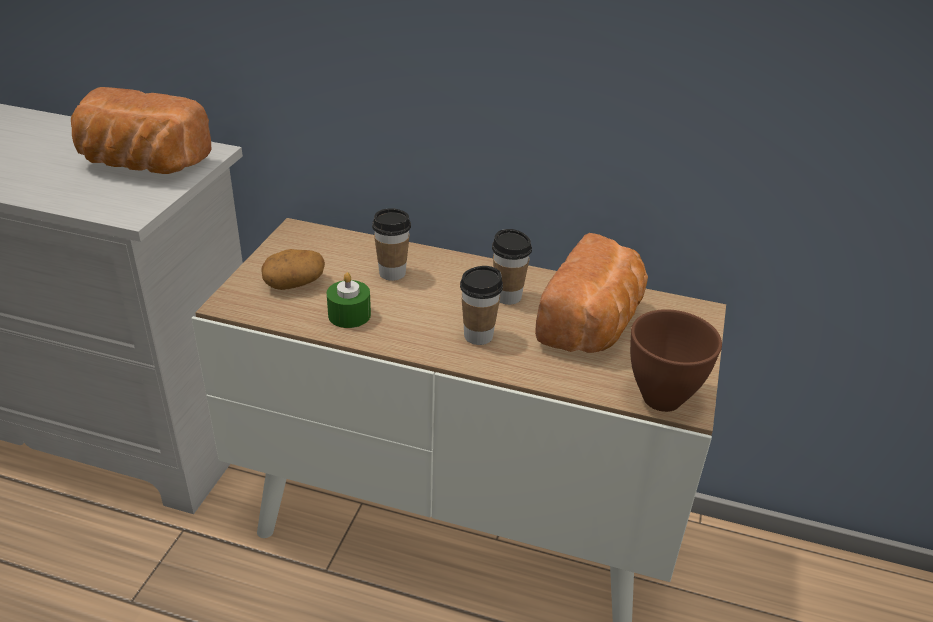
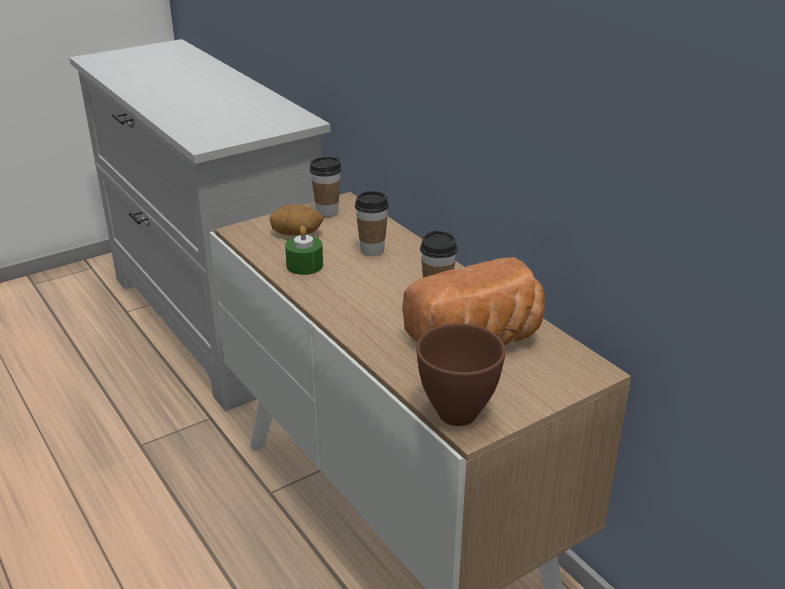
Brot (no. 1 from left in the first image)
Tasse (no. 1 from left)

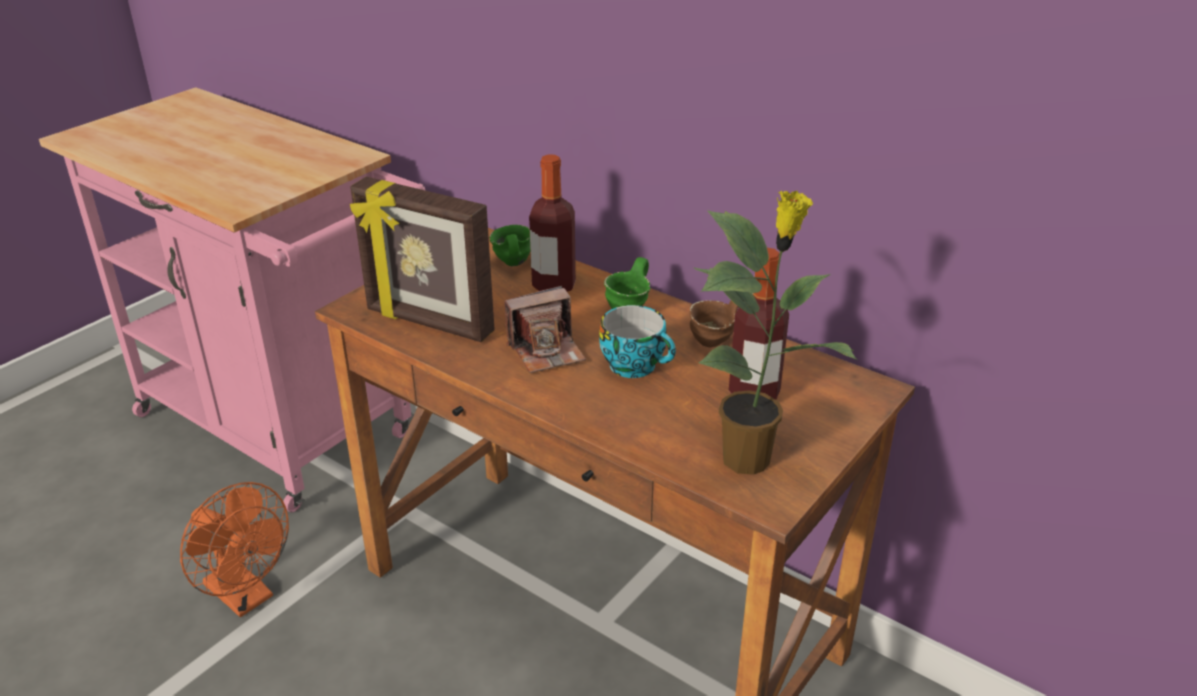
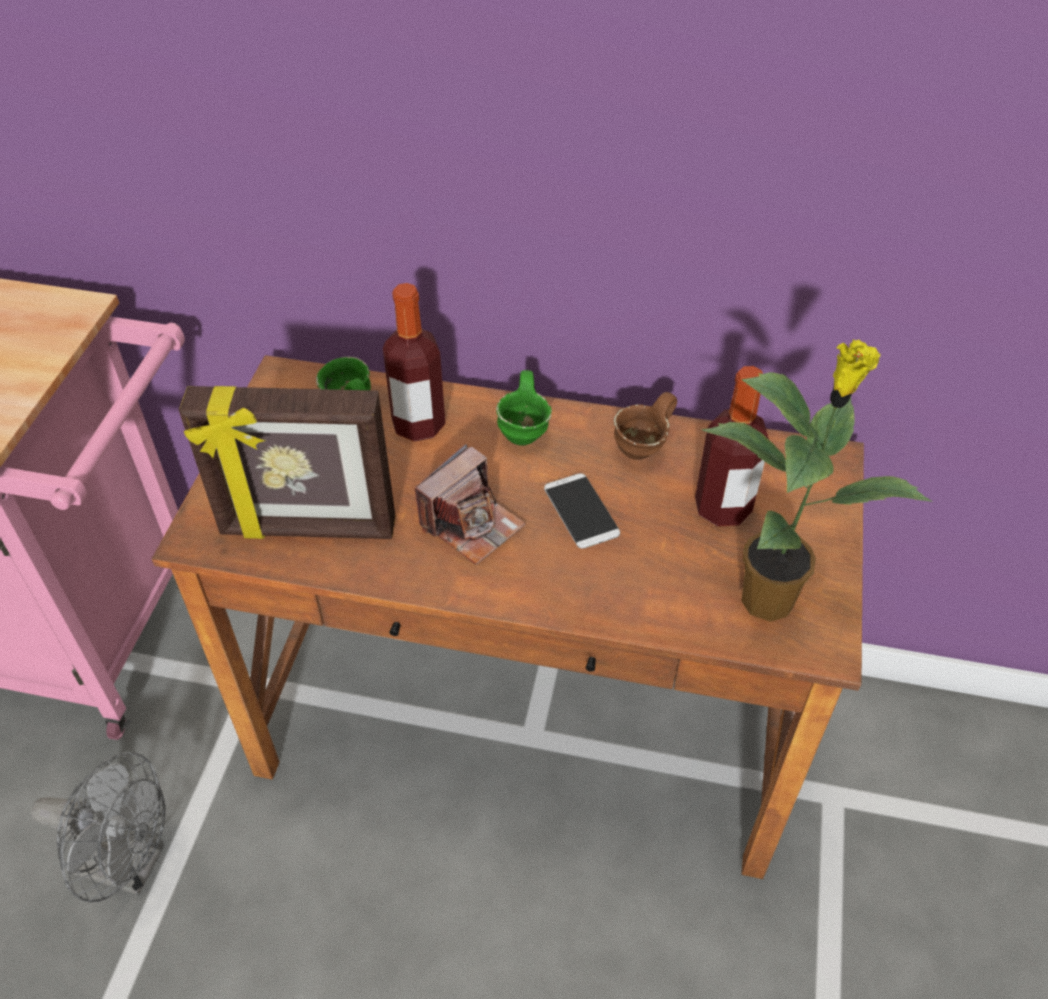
Handy
Ventilator (grau)

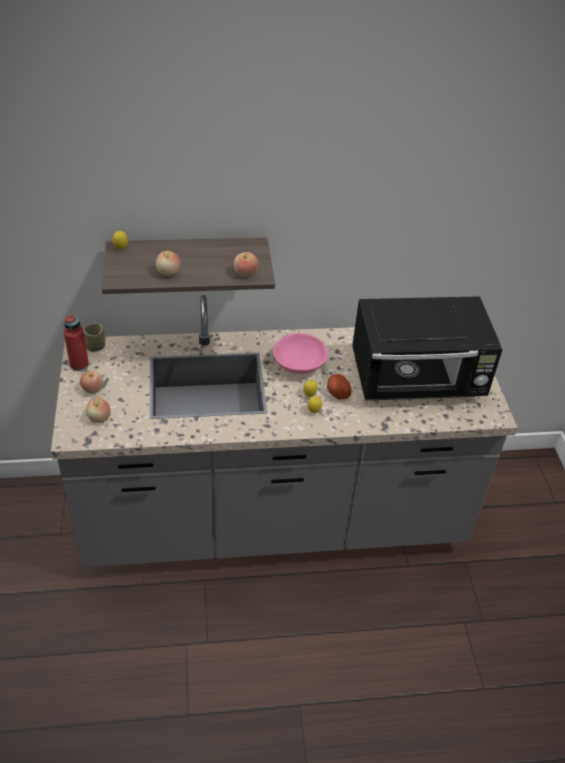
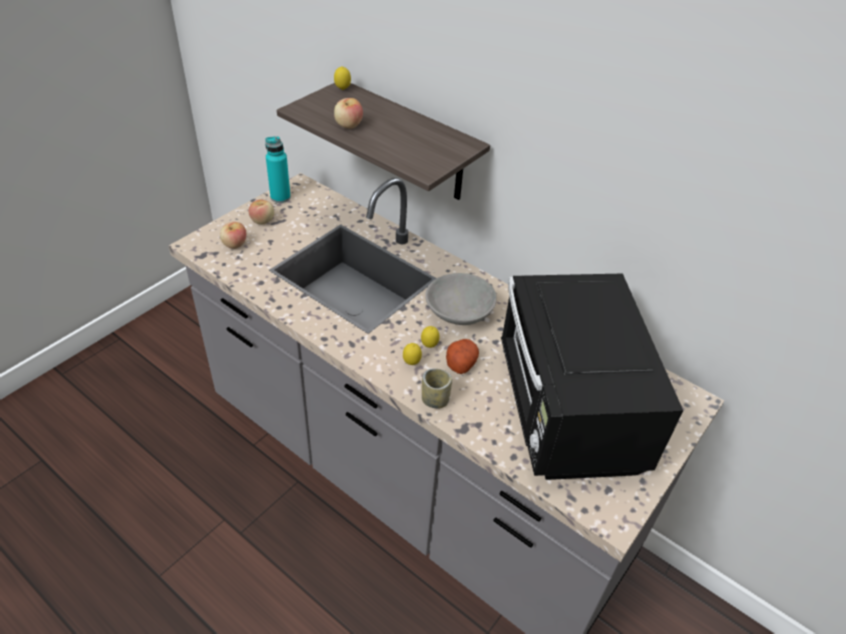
Apfel (no. 4 from left in the first image)
Tasse
Flasche (türkis)
Schüssel (grau)
Mikrowelle (schwarz)

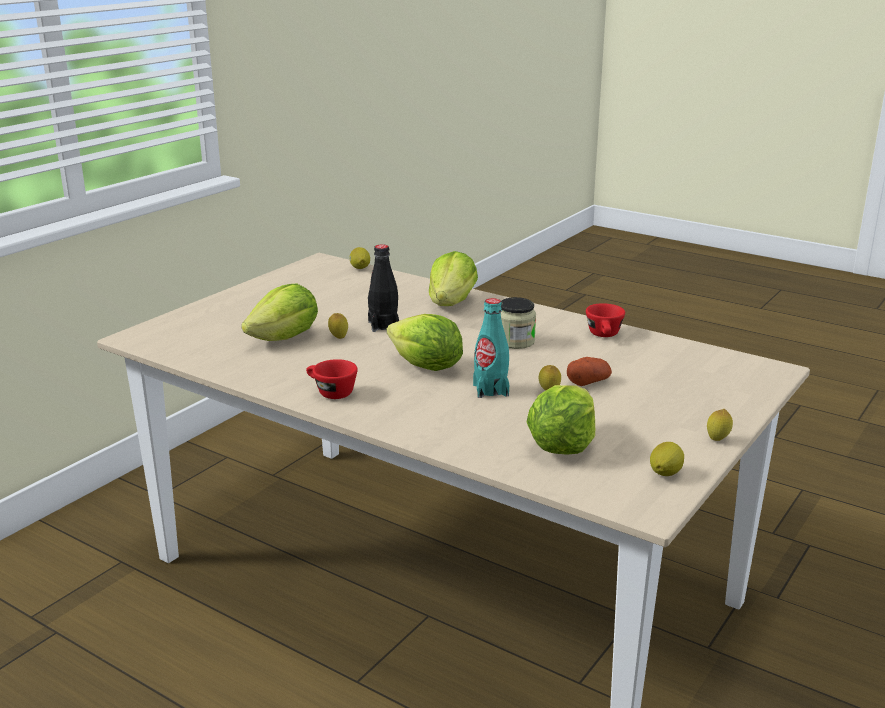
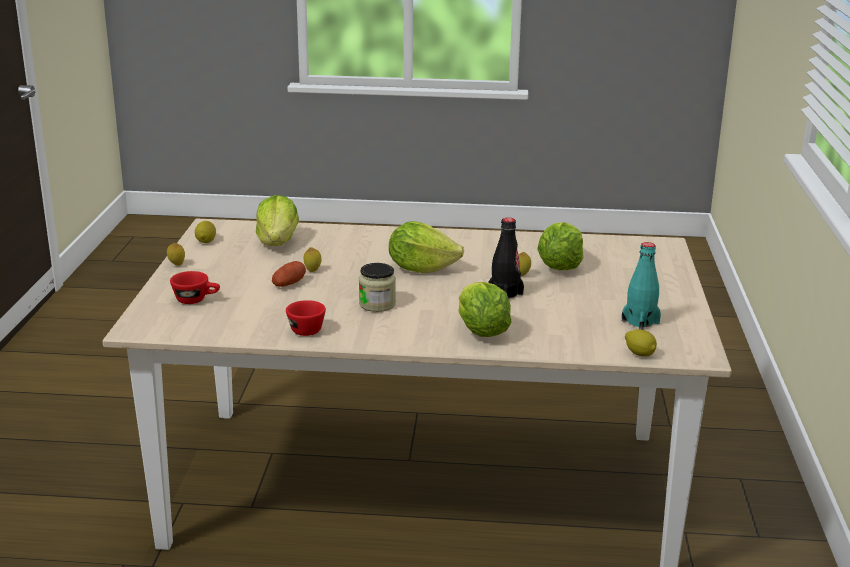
Tasse (rot) (no. 1 from left)
Flasche (türkis)

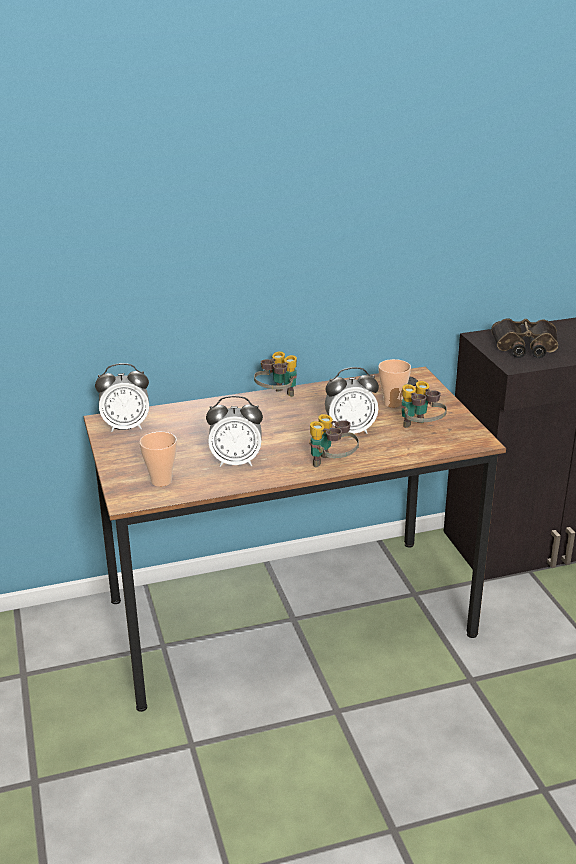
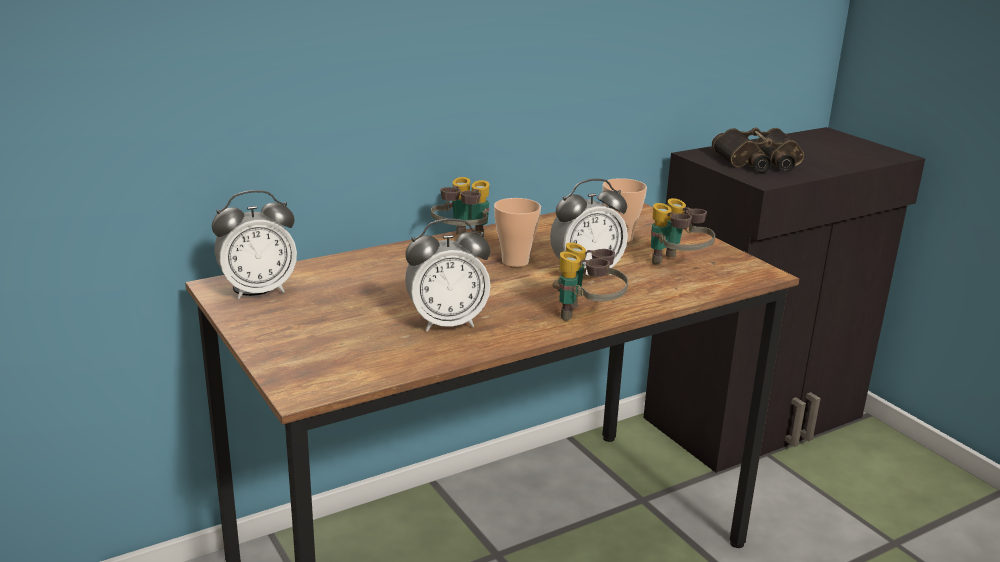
Tasse (no. 1 from left)

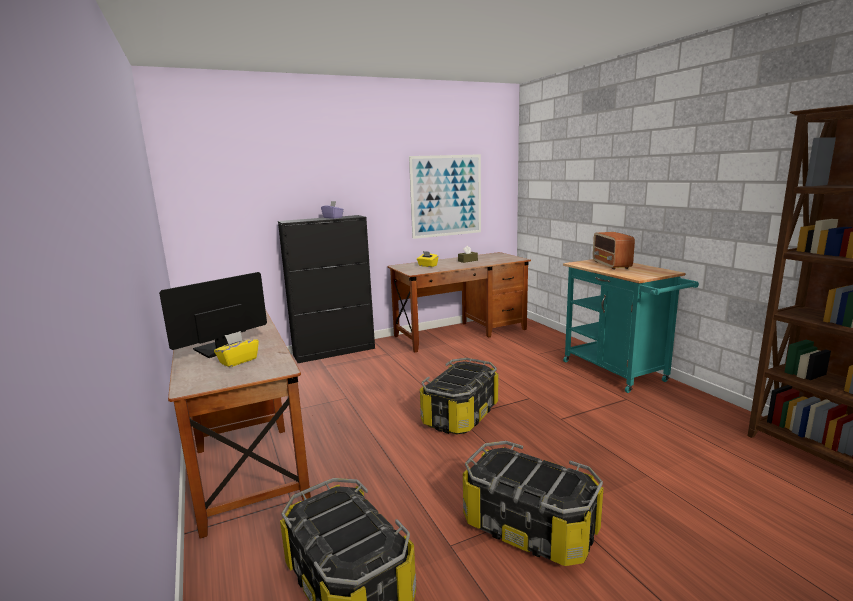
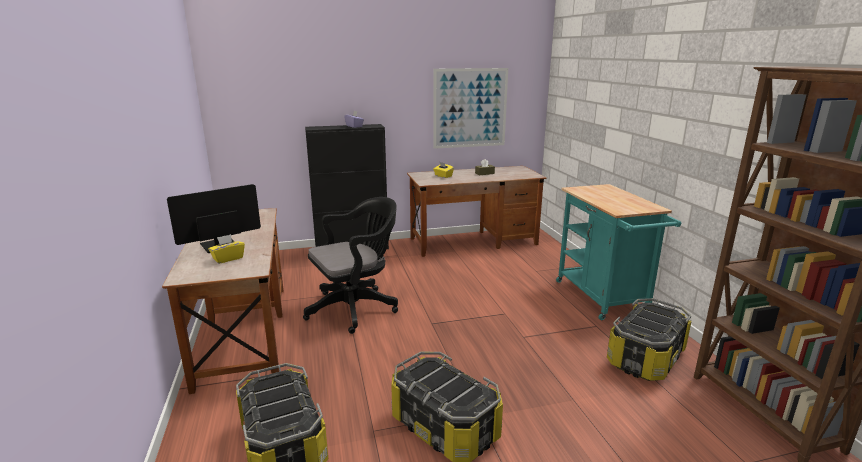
Radio
Bürostuhl (schwarz)
Aufbewahrungsbox (no. 3 from left)

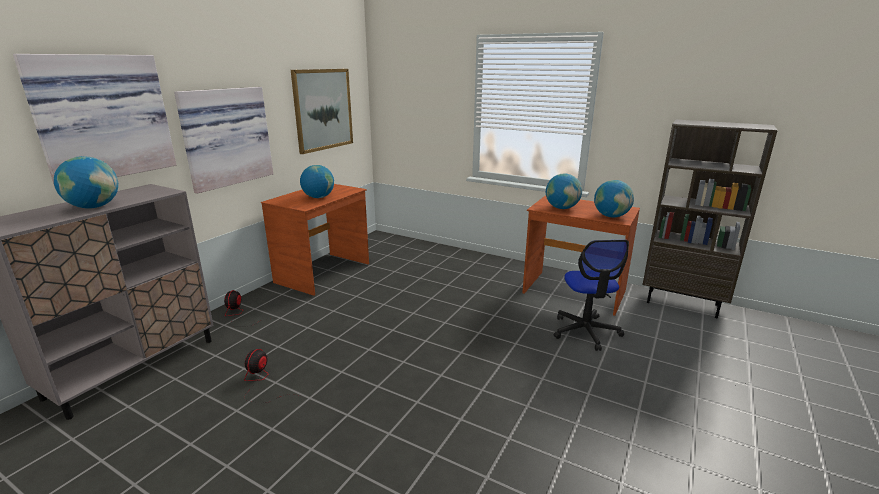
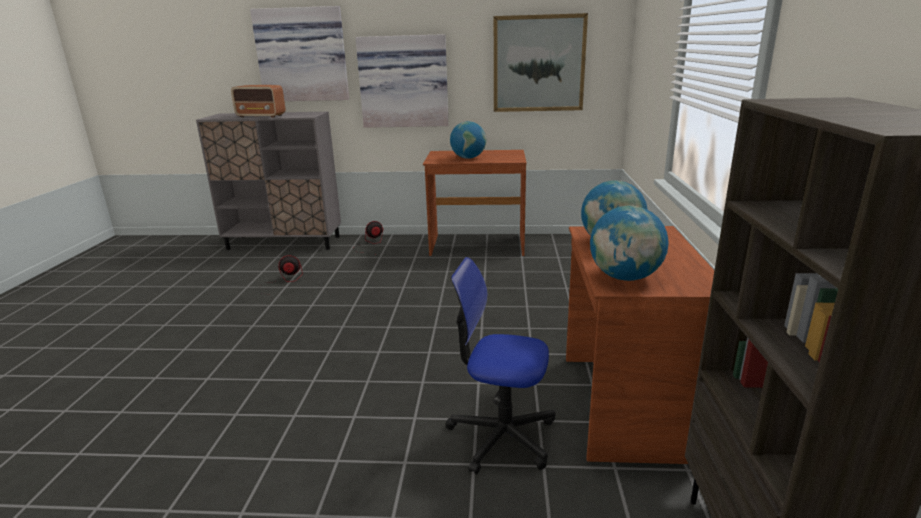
Radio
Bürostuhl

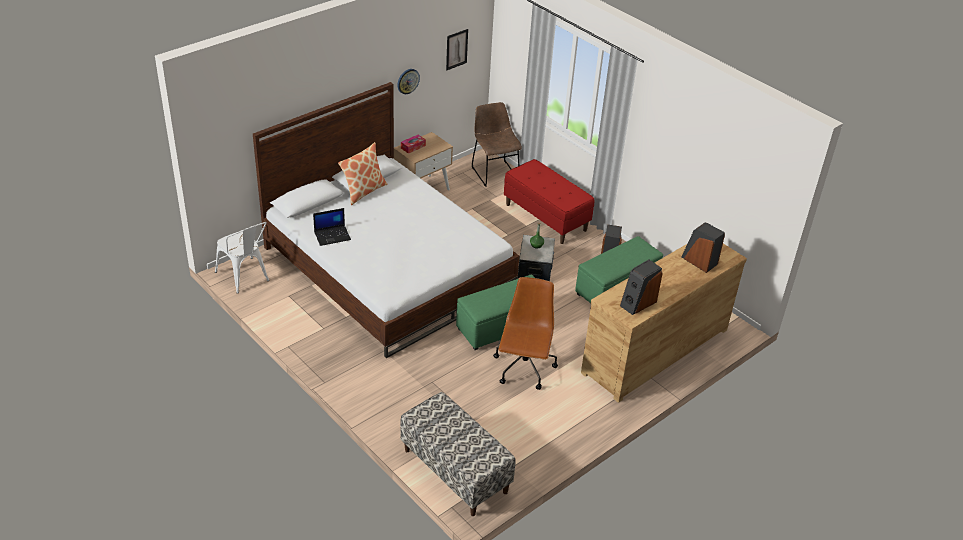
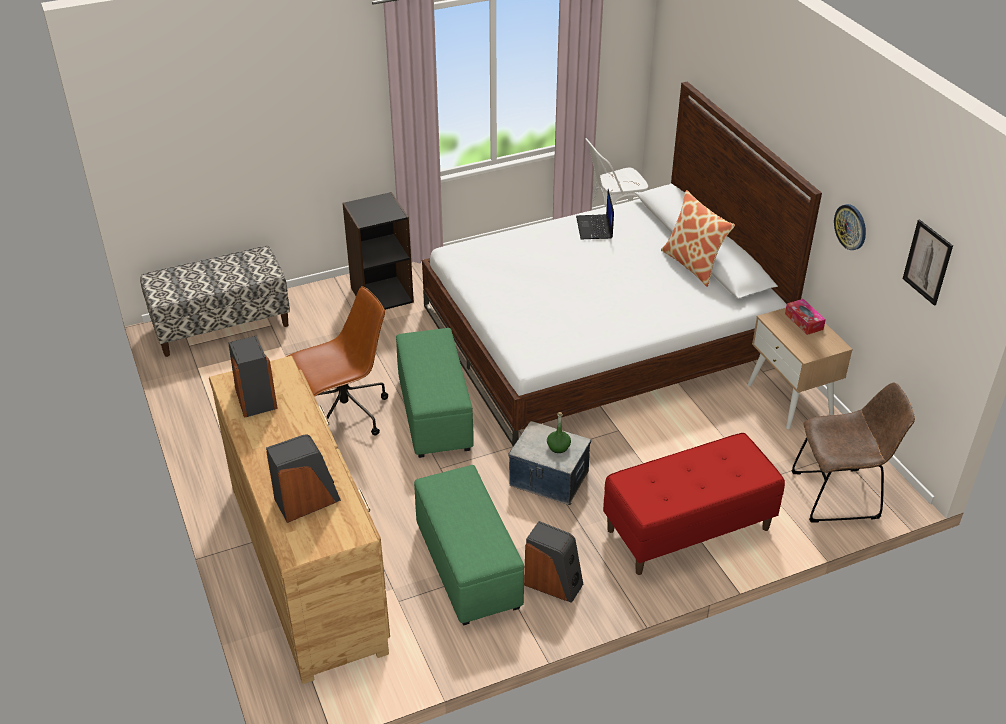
Bücherregal (schwarz)
Bürostuhl (braun)

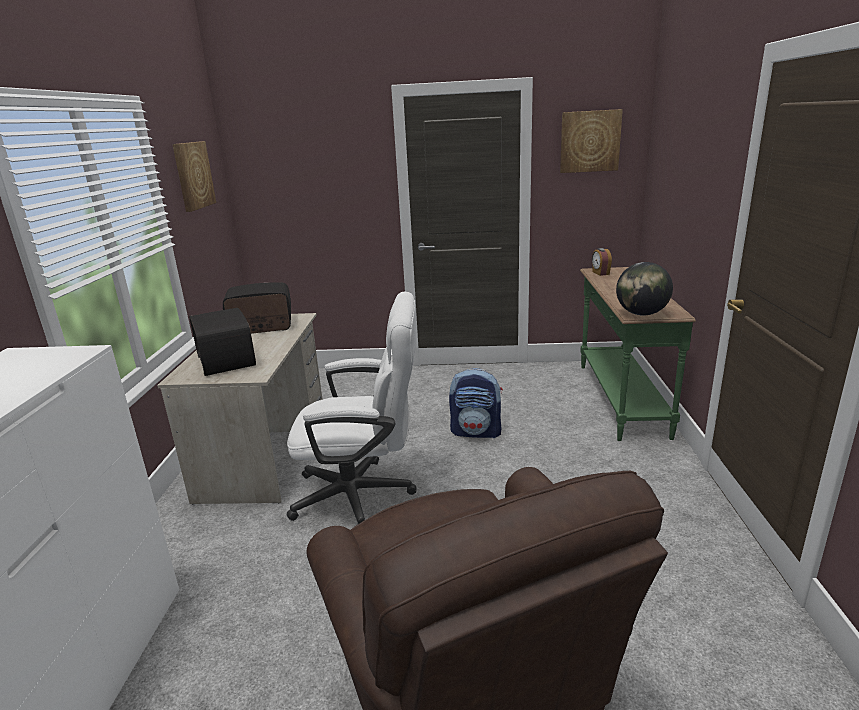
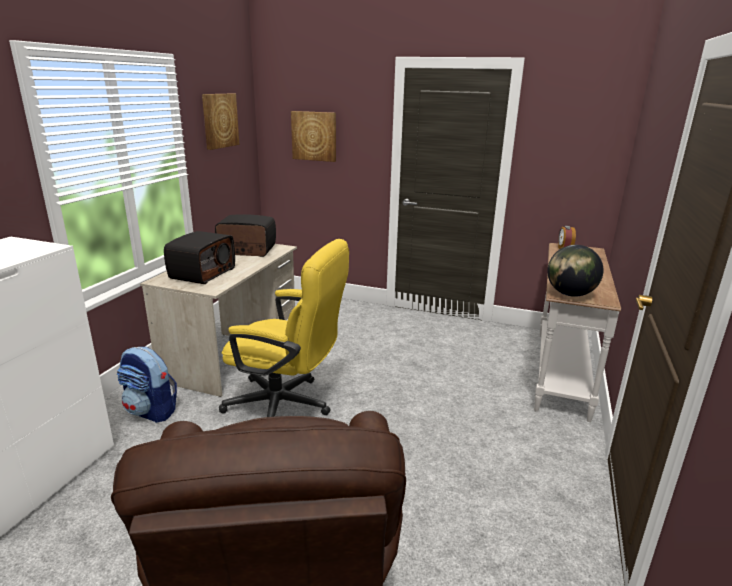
Rucksack
Bild (no. 2 from left)
Bürostuhl (gelb)
Konsolentisch (weiß)
Radio (no. 1 from left)

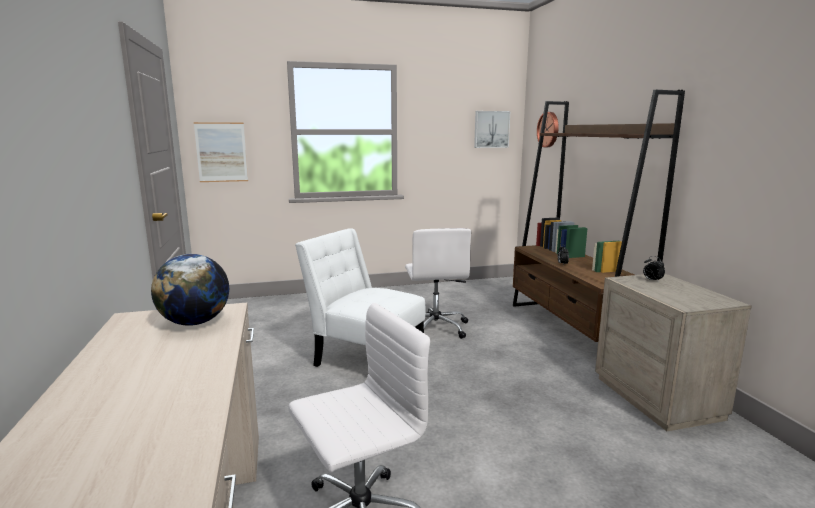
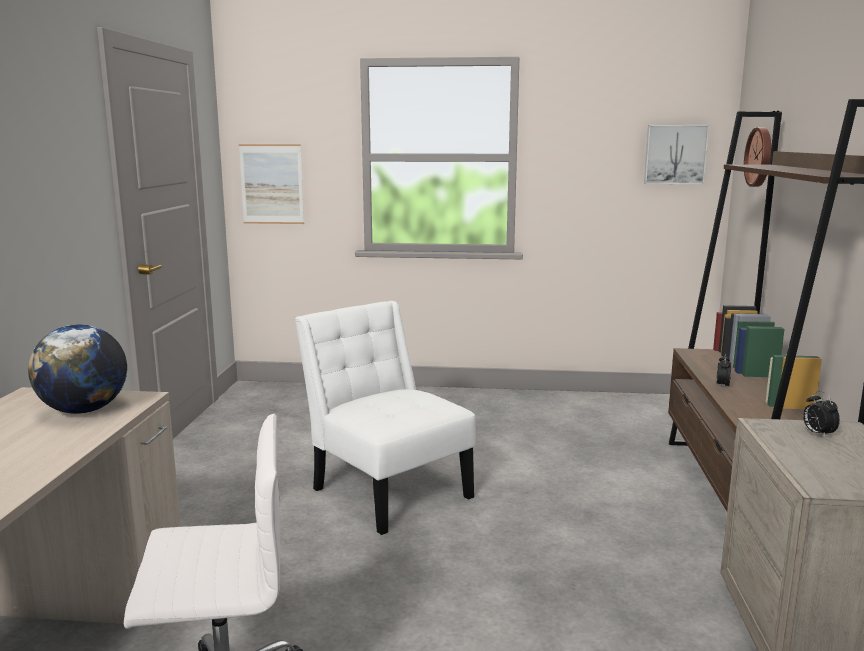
Bürostuhl (weiß) (no. 2 from left in the first image)

